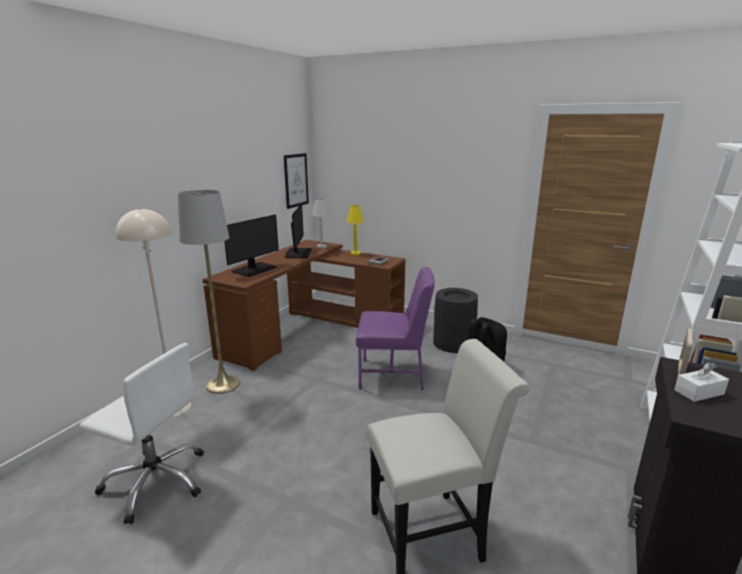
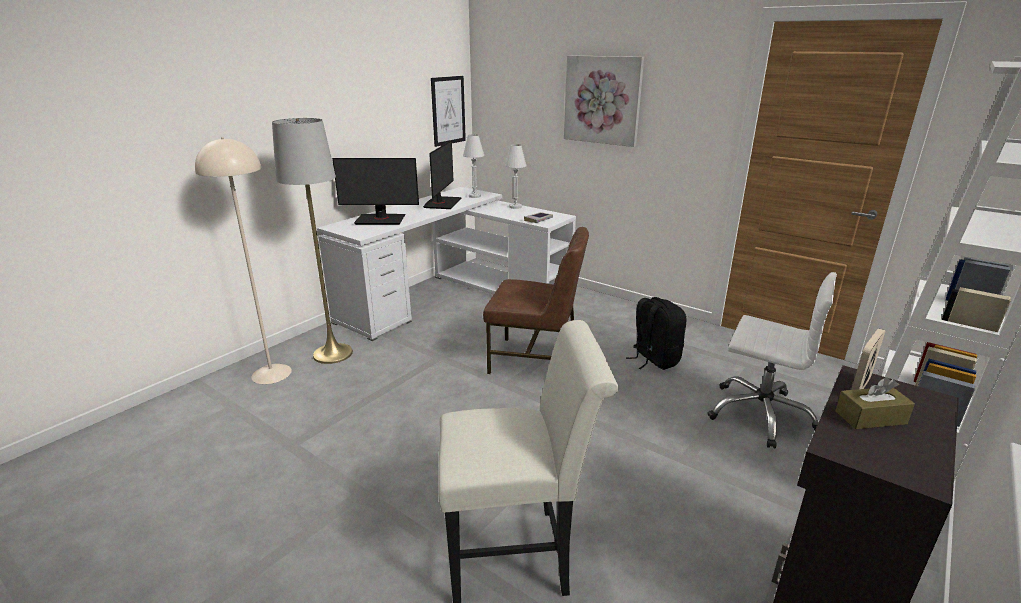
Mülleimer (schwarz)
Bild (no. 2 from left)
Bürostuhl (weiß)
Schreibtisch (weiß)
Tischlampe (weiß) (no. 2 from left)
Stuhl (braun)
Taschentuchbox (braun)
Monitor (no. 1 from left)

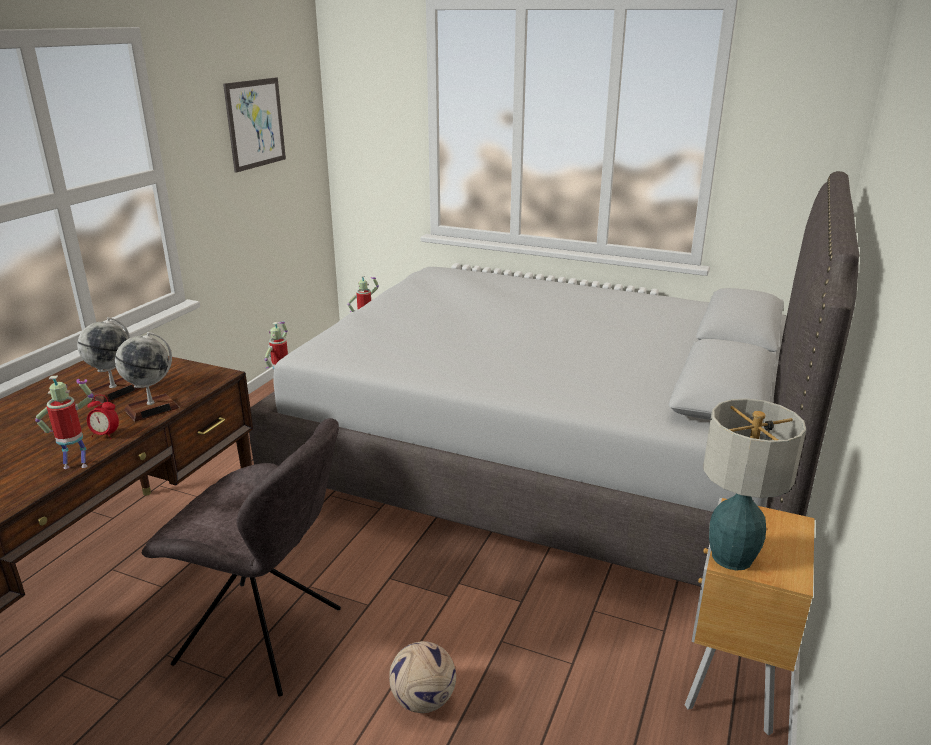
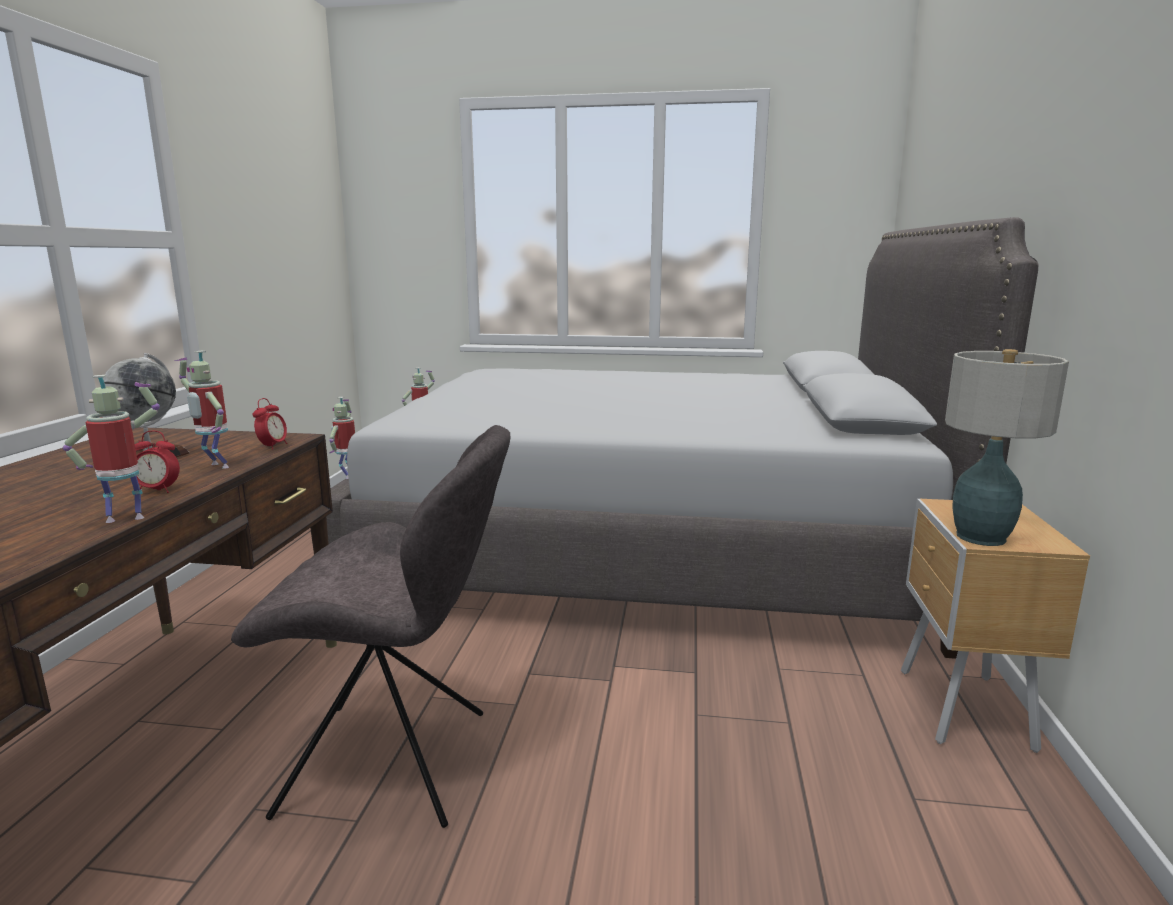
Bild
Fußball
Wecker (no. 2 from left)
Spielzeugroboter (no. 2 from left)

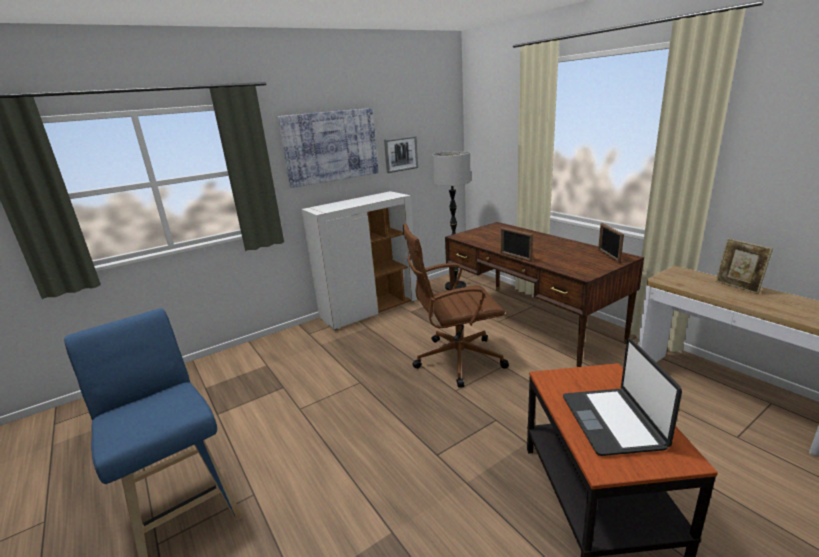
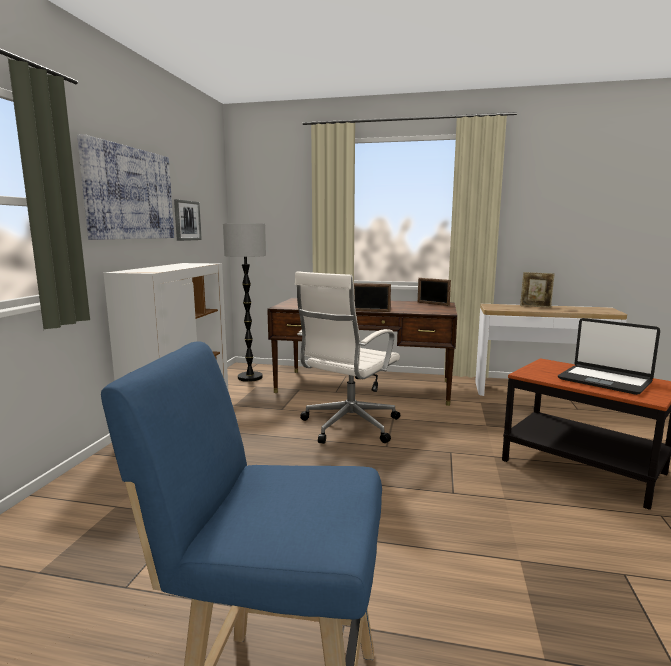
Bürostuhl (weiß)

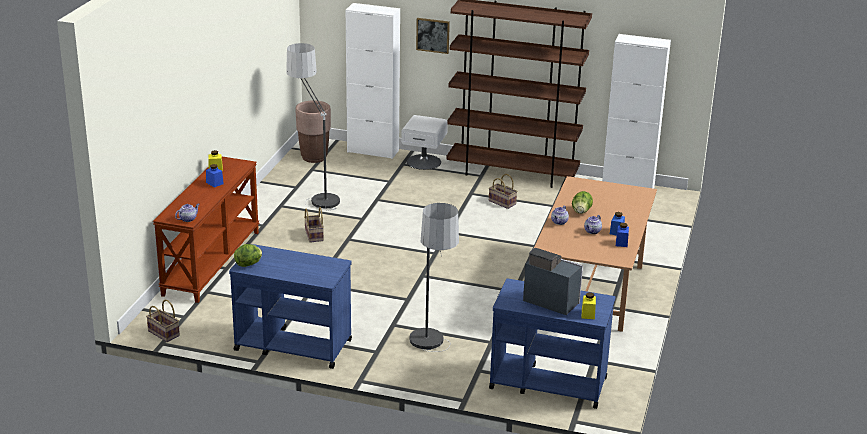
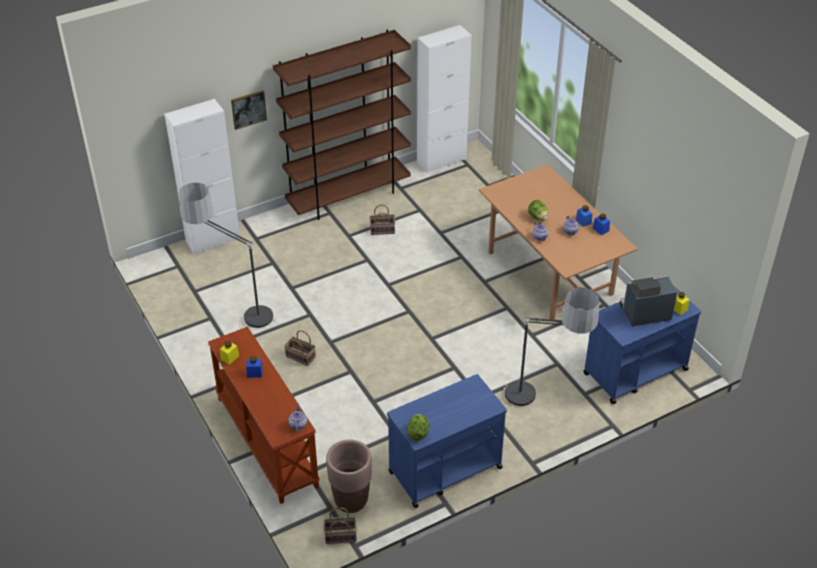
Nachttisch (weiß)
Pflanzkübel (braun)

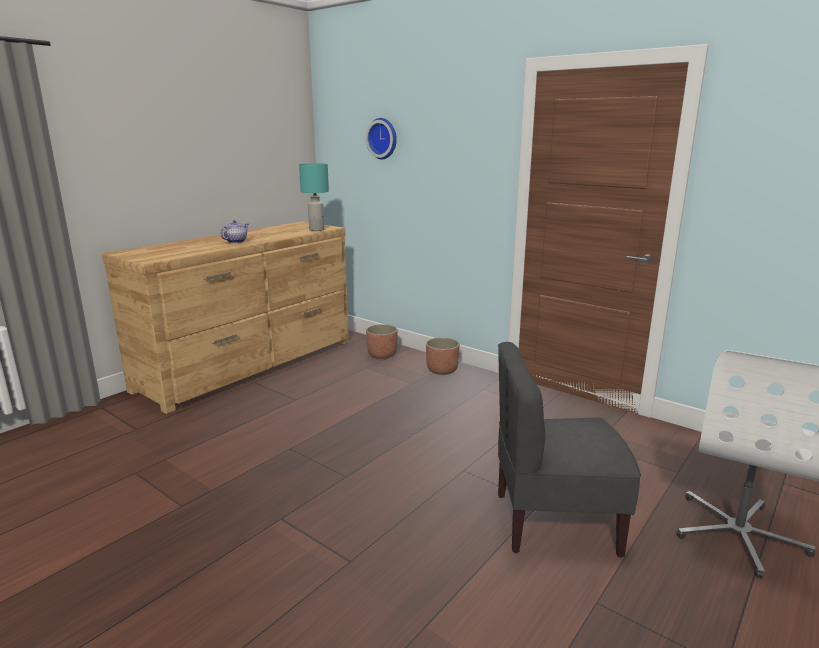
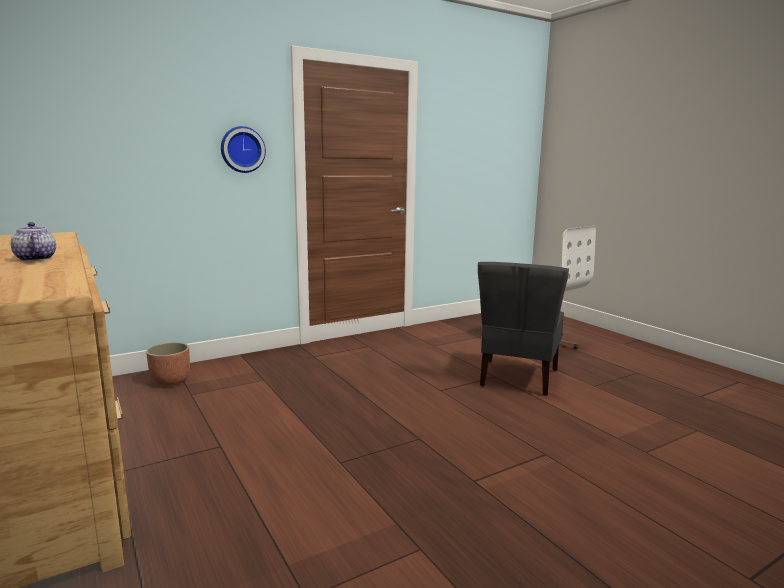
Tischlampe (türkis)
Pflanzkübel (no. 2 from left in the first image)
Wanduhr

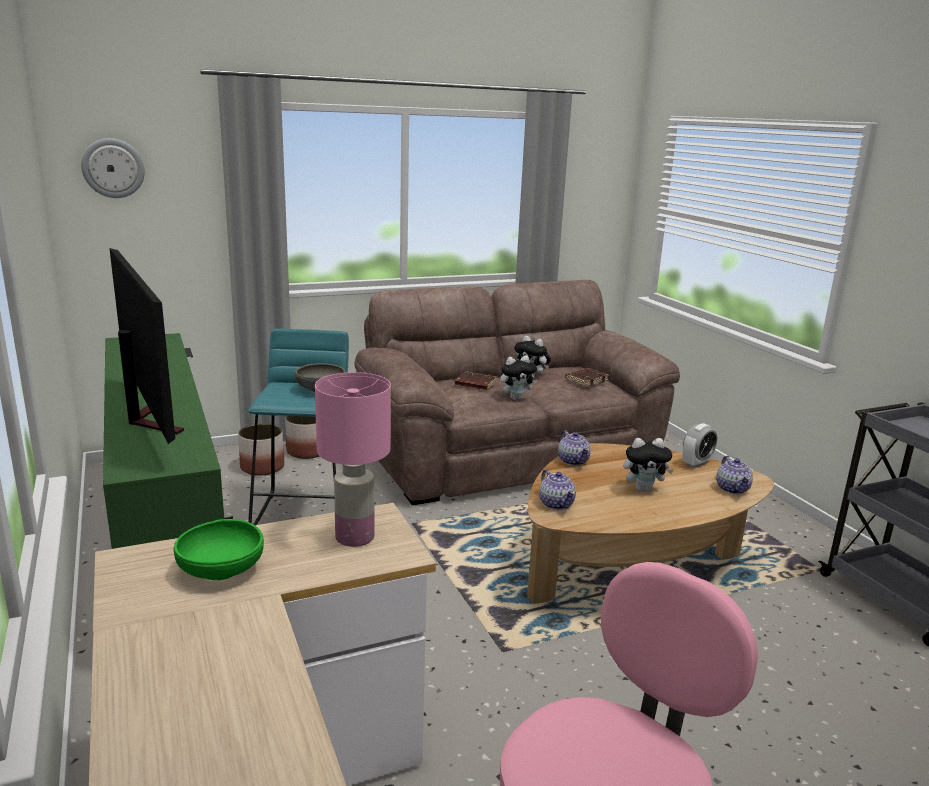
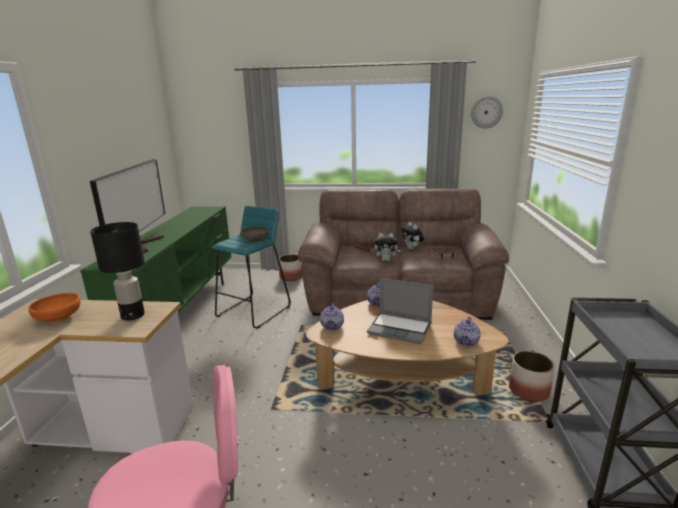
Wecker
Wanduhr
Pflanzkübel (no. 2 from left)
Laptop
Schüssel (orange)
Tischlampe (schwarz)

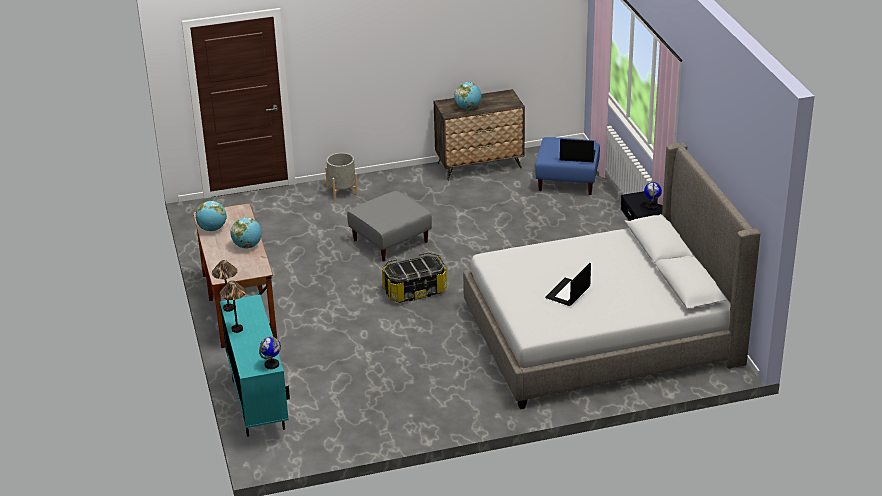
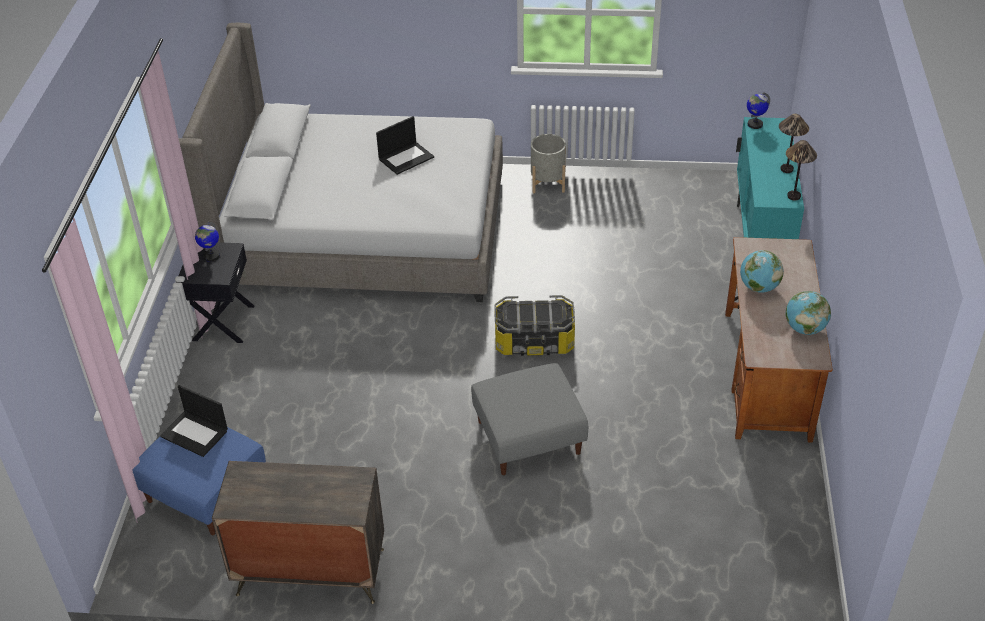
Globus (no. 4 from left in the first image)
Pflanzkübel (grau)

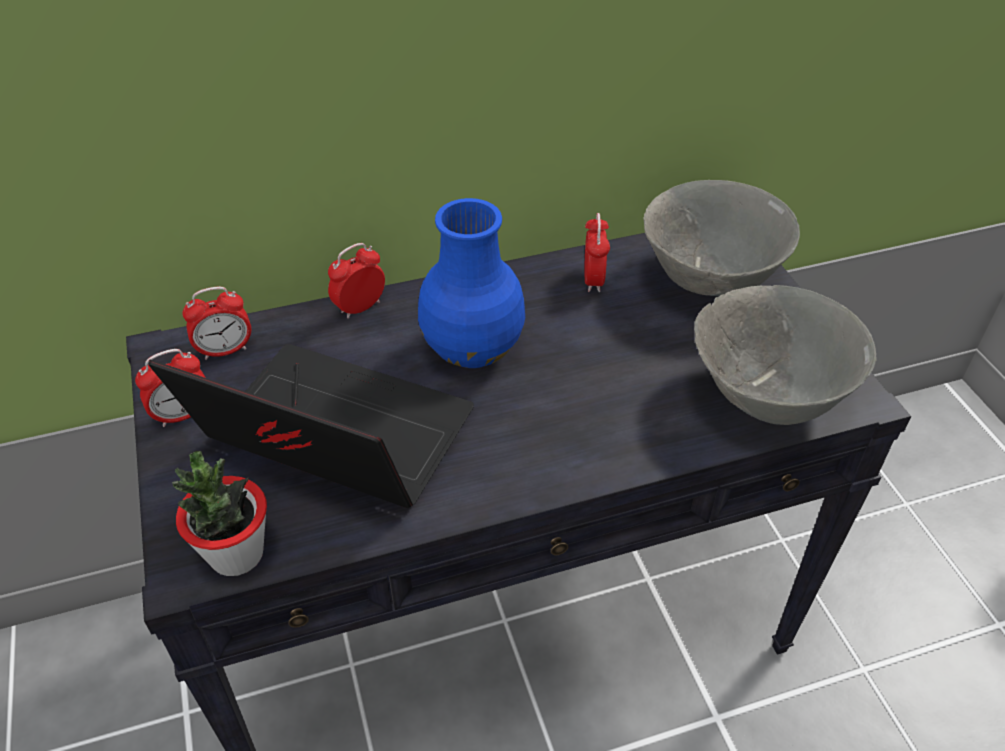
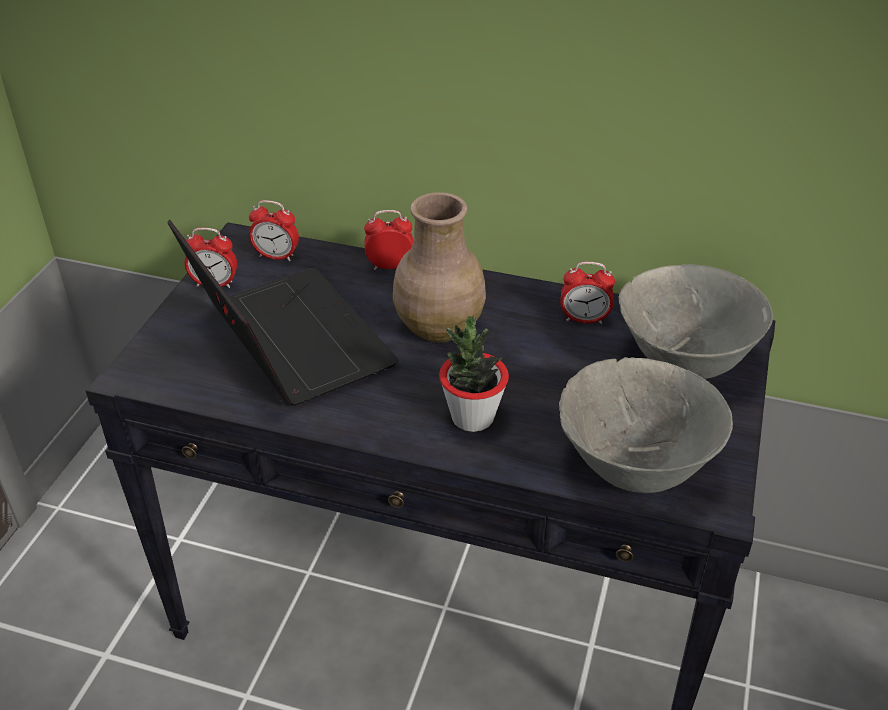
Topfpflanze
Vase (braun)
Wecker (no. 4 from left)

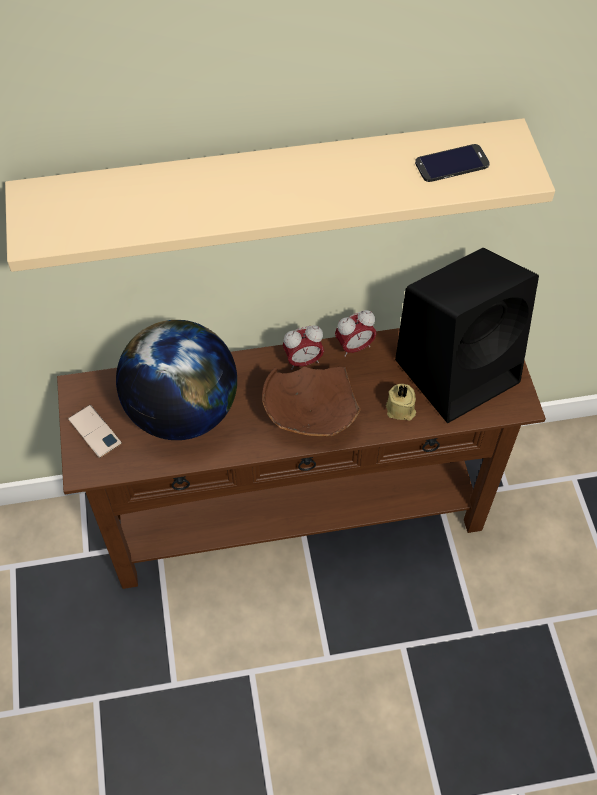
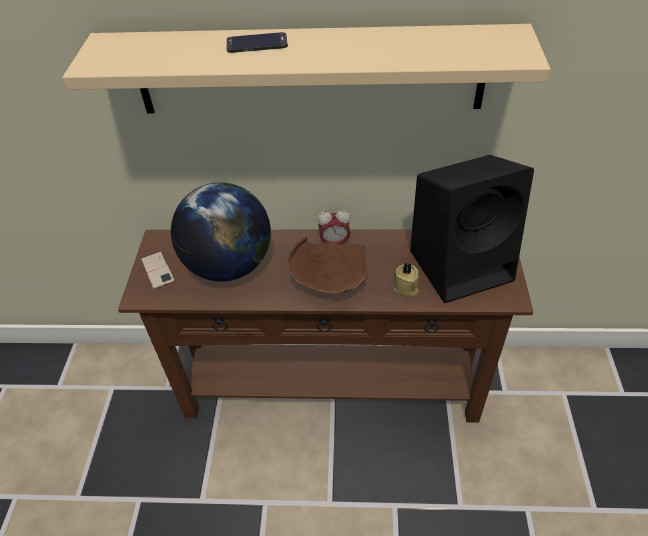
Wecker (no. 2 from left in the first image)
Handy (no. 2 from left)

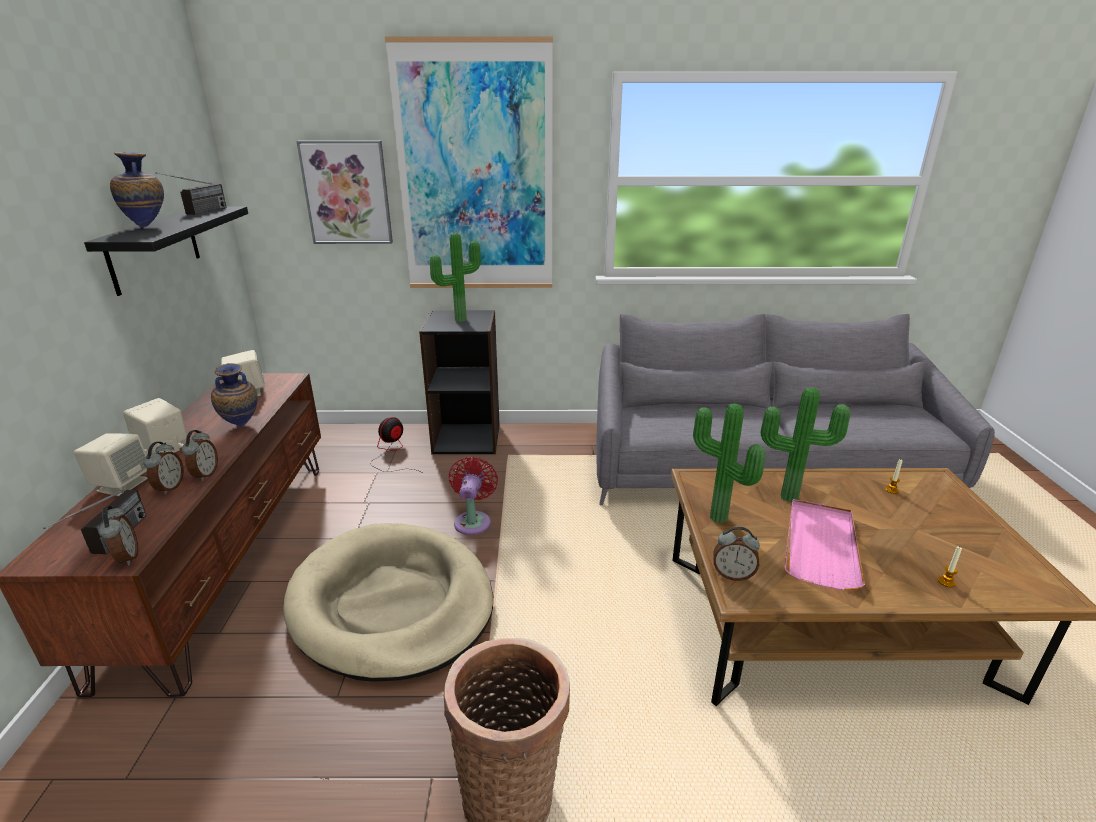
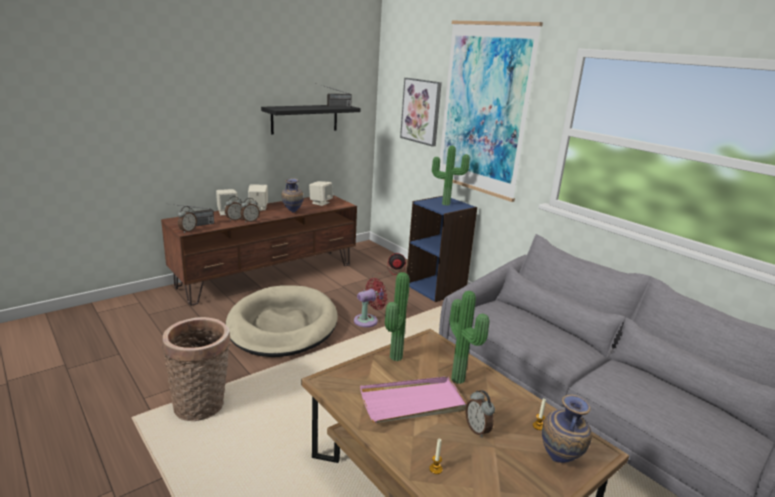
Vase (no. 2 from left)
Wecker (no. 4 from left)
Bücherregal (blau)

